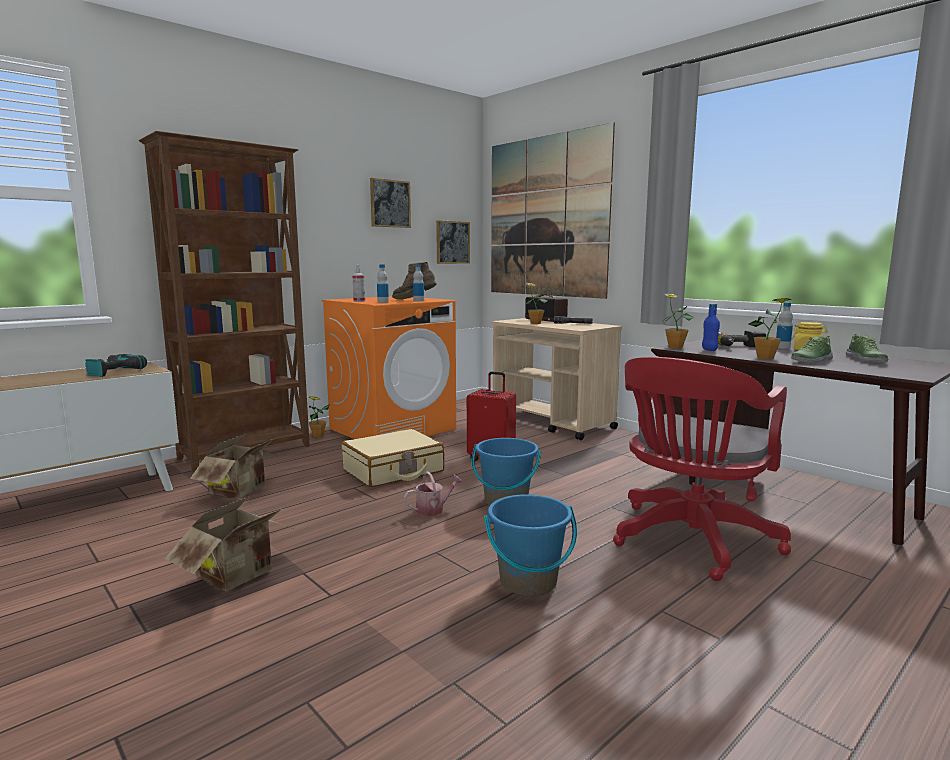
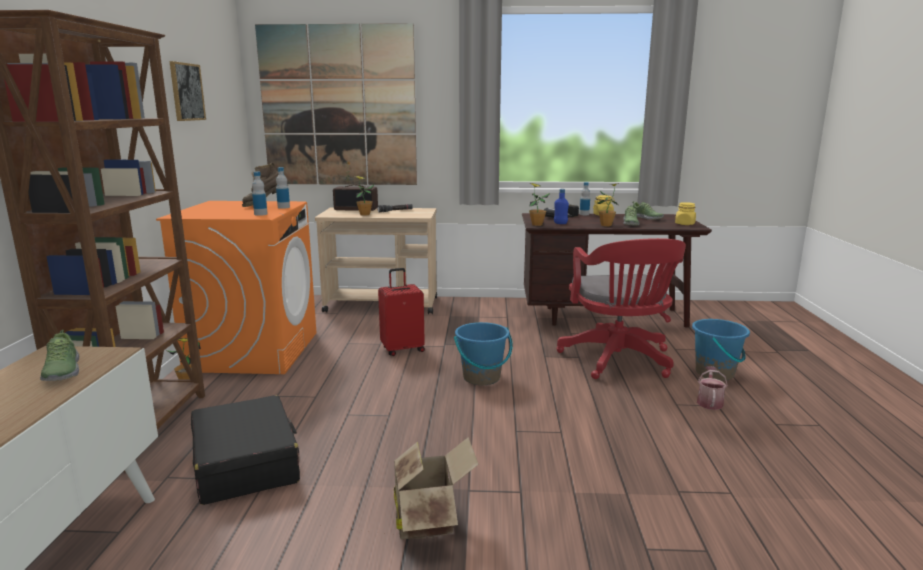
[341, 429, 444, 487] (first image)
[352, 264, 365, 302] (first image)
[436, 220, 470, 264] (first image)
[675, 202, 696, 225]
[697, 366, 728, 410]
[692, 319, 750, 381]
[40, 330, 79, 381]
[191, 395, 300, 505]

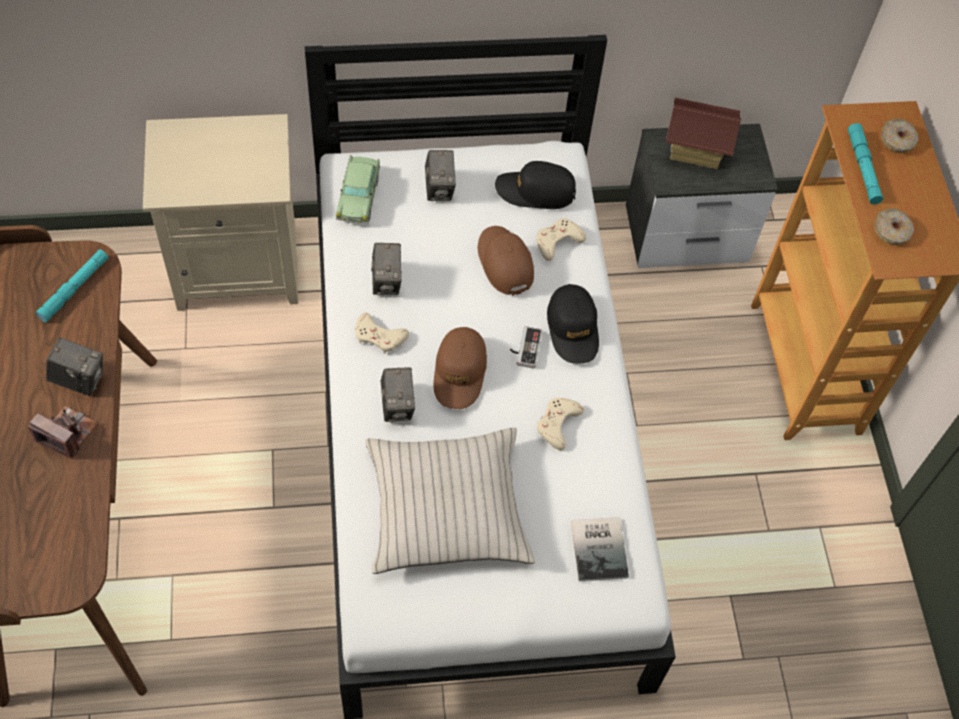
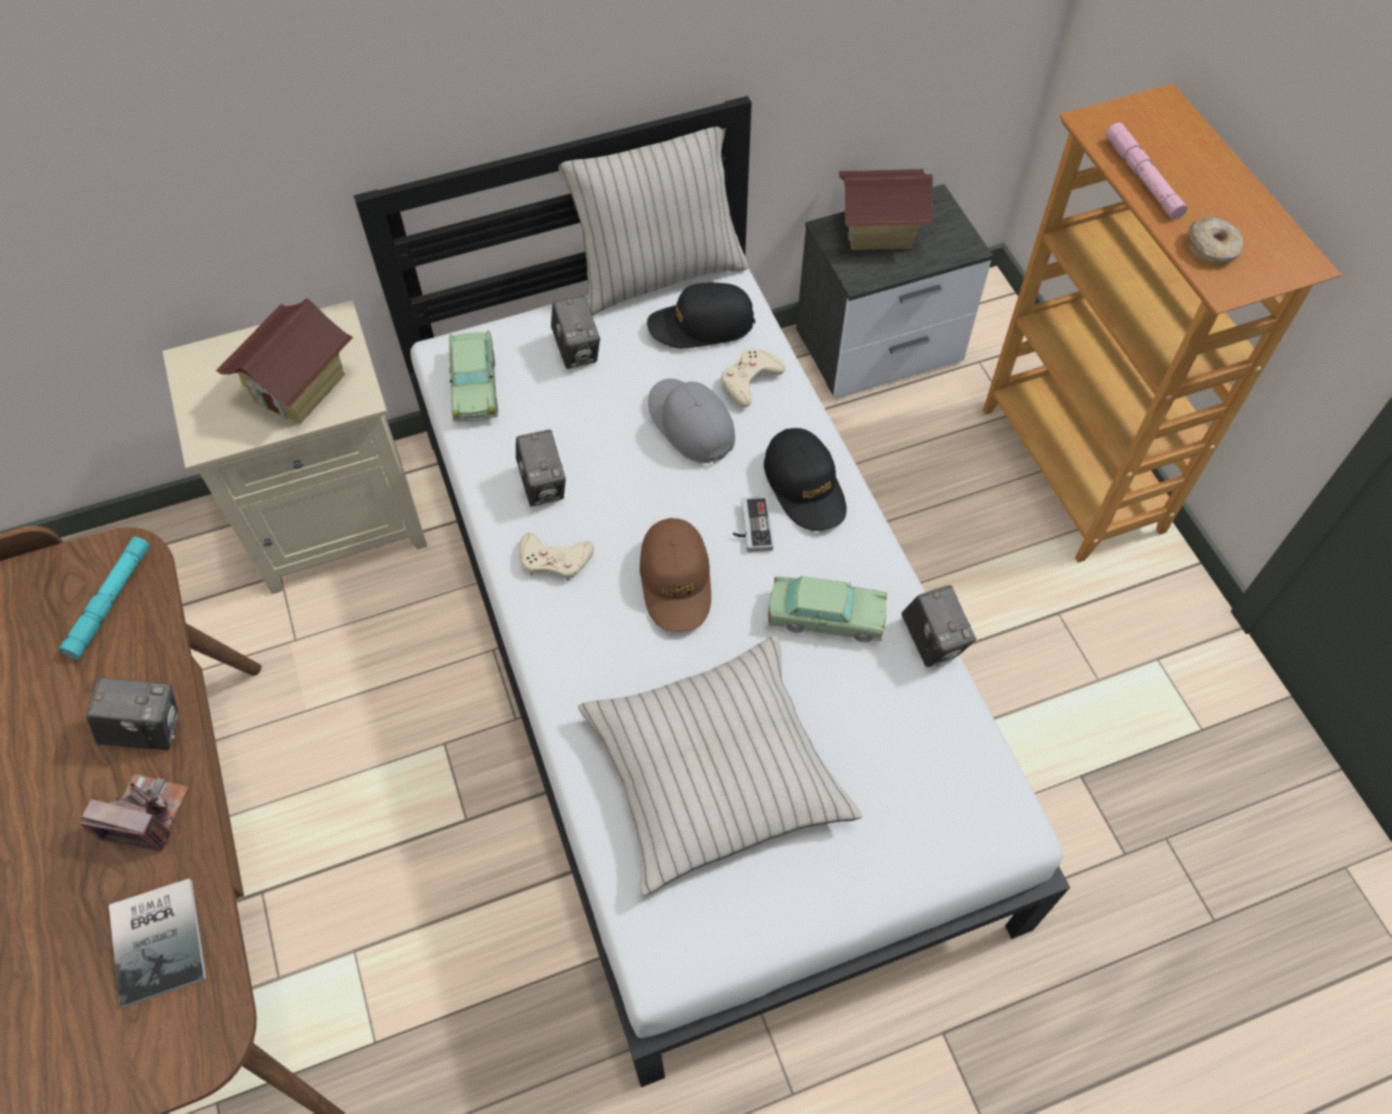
[881, 118, 919, 153] (first image)
[216, 299, 353, 424]
[559, 127, 748, 316]
[901, 585, 976, 667]
[109, 878, 206, 1008]
[768, 576, 887, 642]
[648, 379, 735, 463]
[1106, 123, 1188, 220]

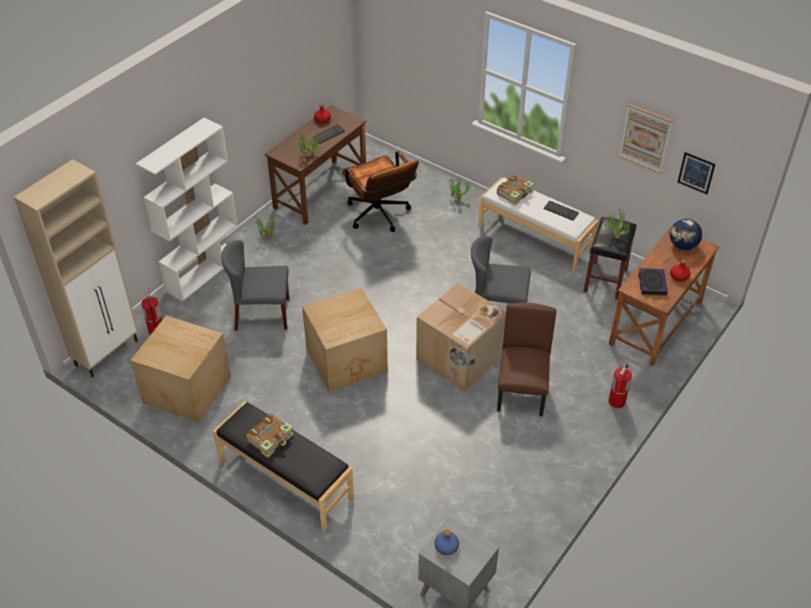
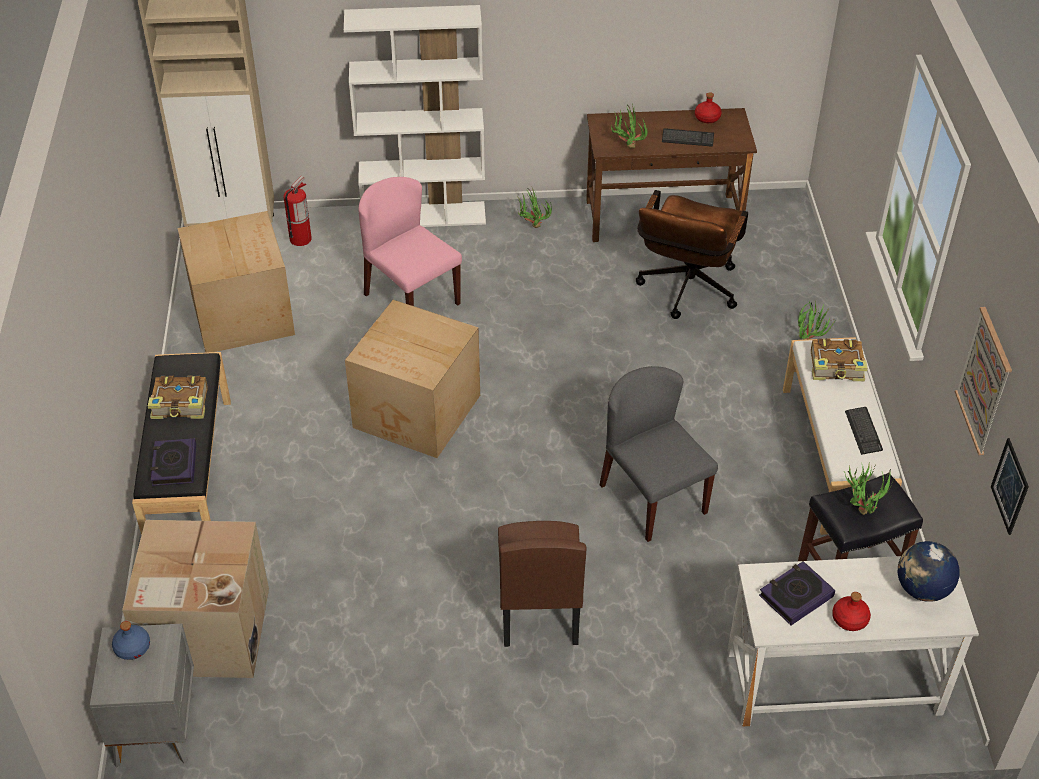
[608, 363, 632, 408] (first image)
[151, 438, 196, 486]
[122, 520, 269, 678]
[358, 177, 462, 306]
[728, 556, 979, 727]
[498, 521, 586, 647]

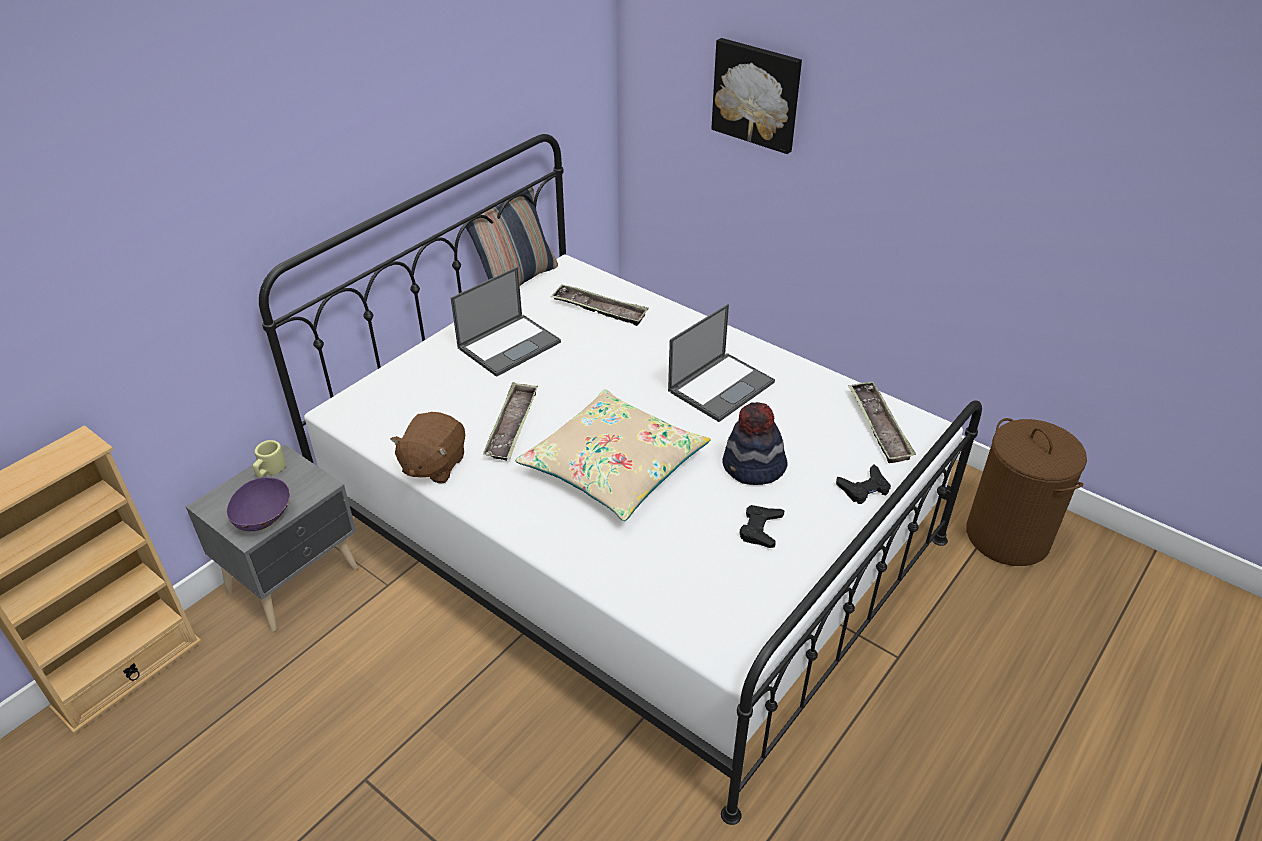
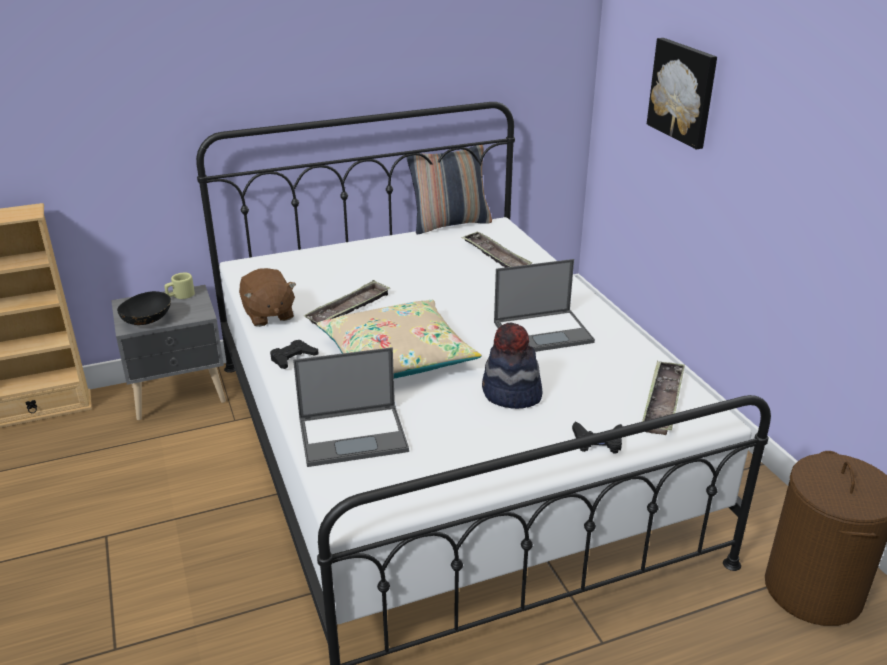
[293, 347, 409, 467]
[270, 340, 319, 369]
[117, 291, 171, 325]
[239, 268, 296, 327]

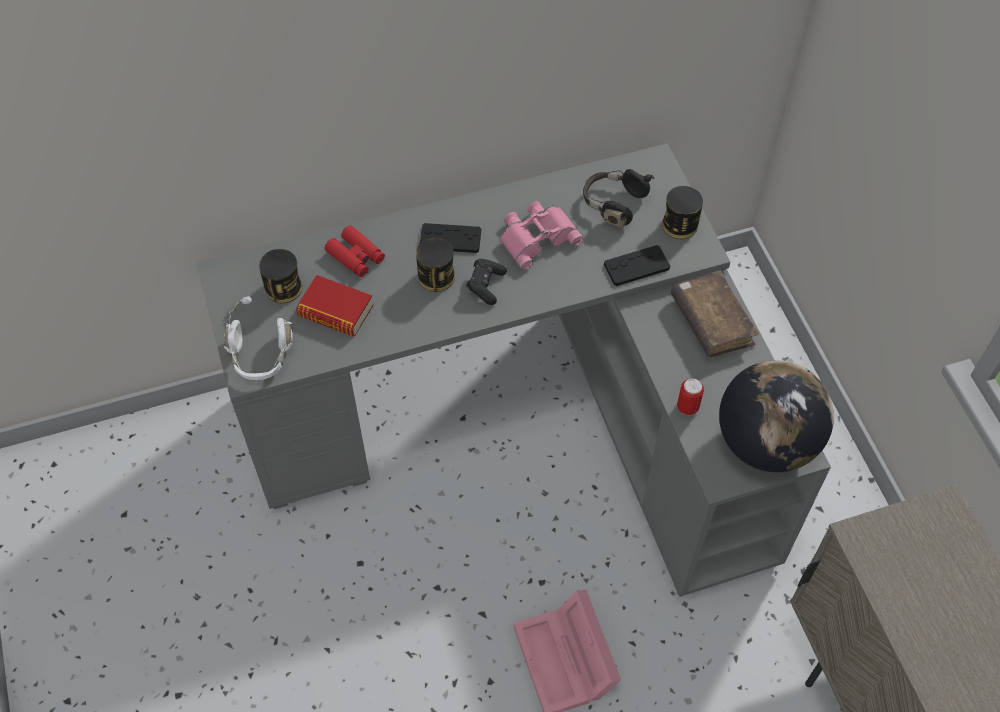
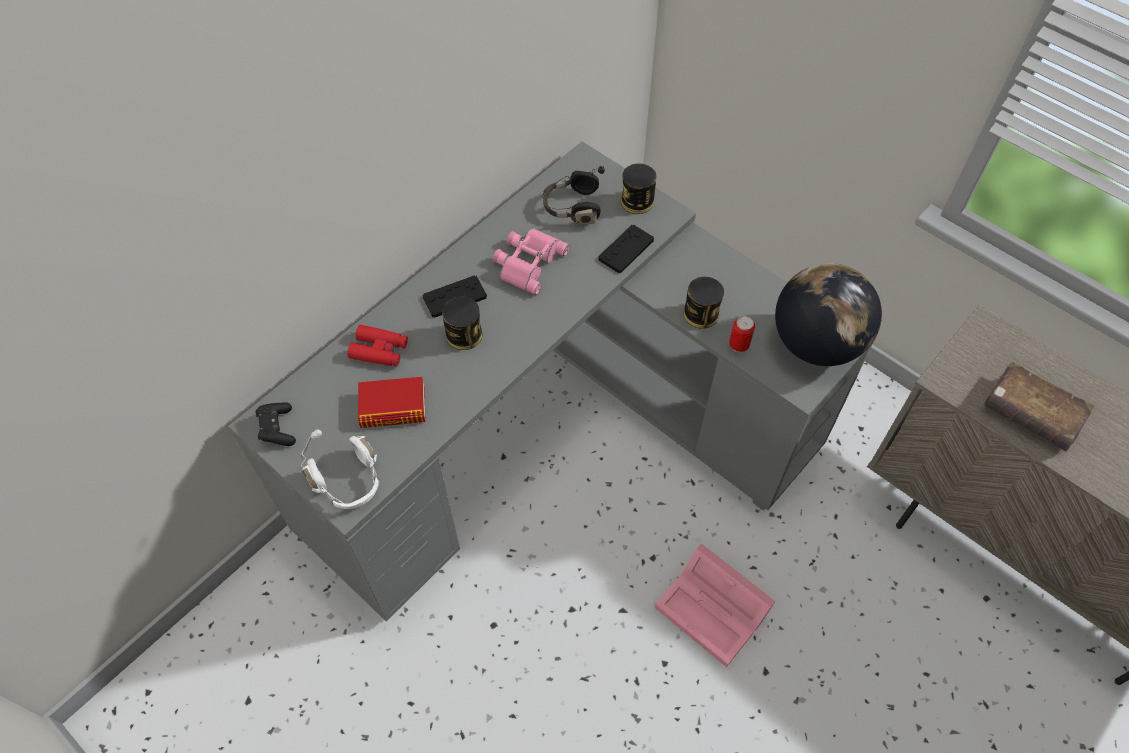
[684, 277, 724, 329]
[256, 402, 296, 446]
[984, 361, 1095, 451]

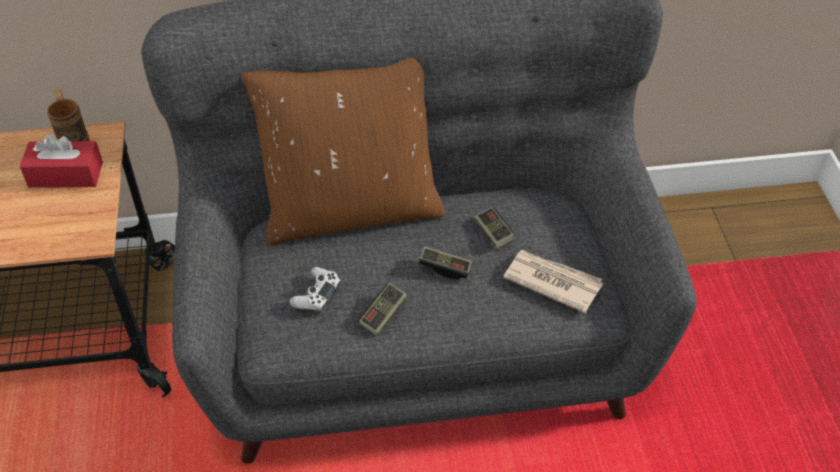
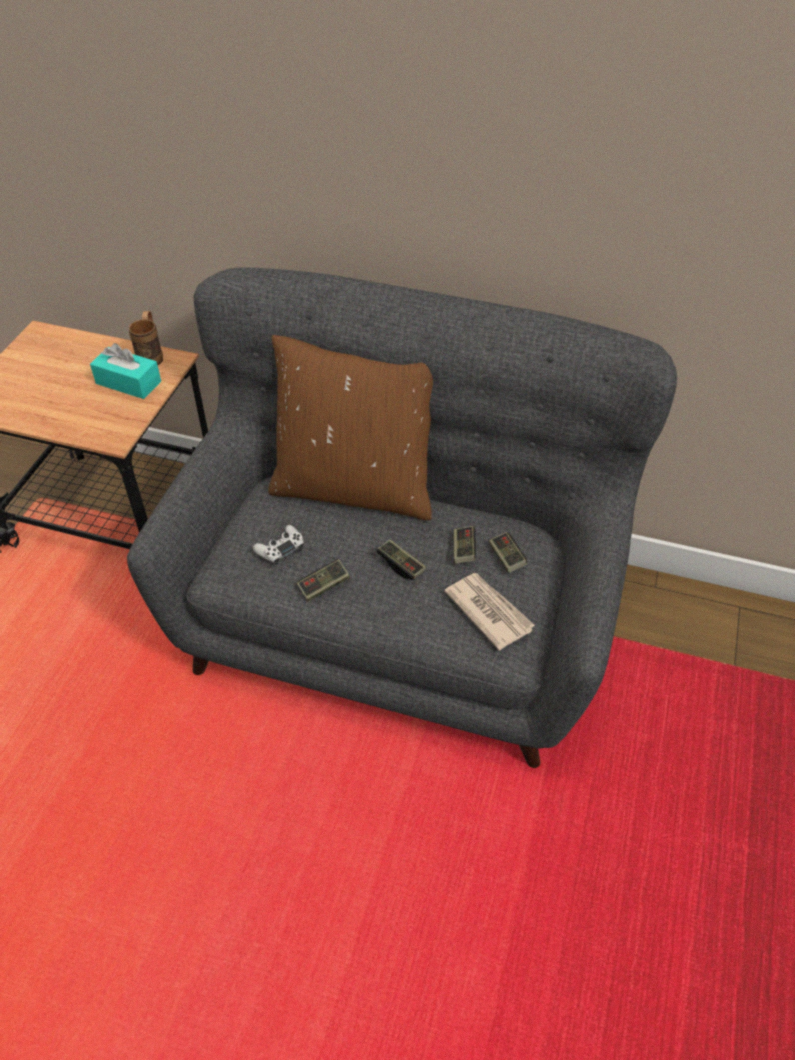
[489, 532, 527, 573]
[90, 343, 161, 399]

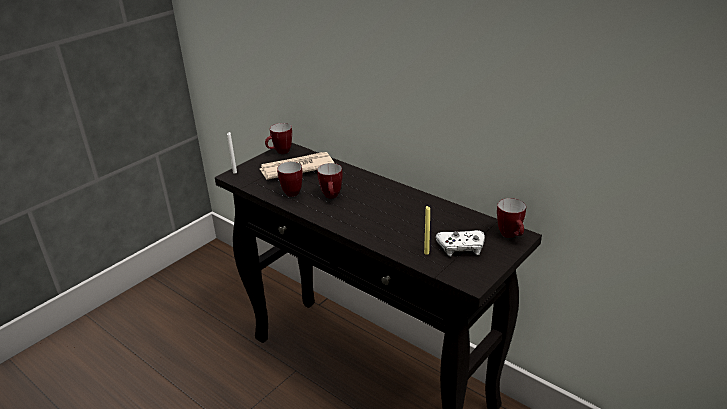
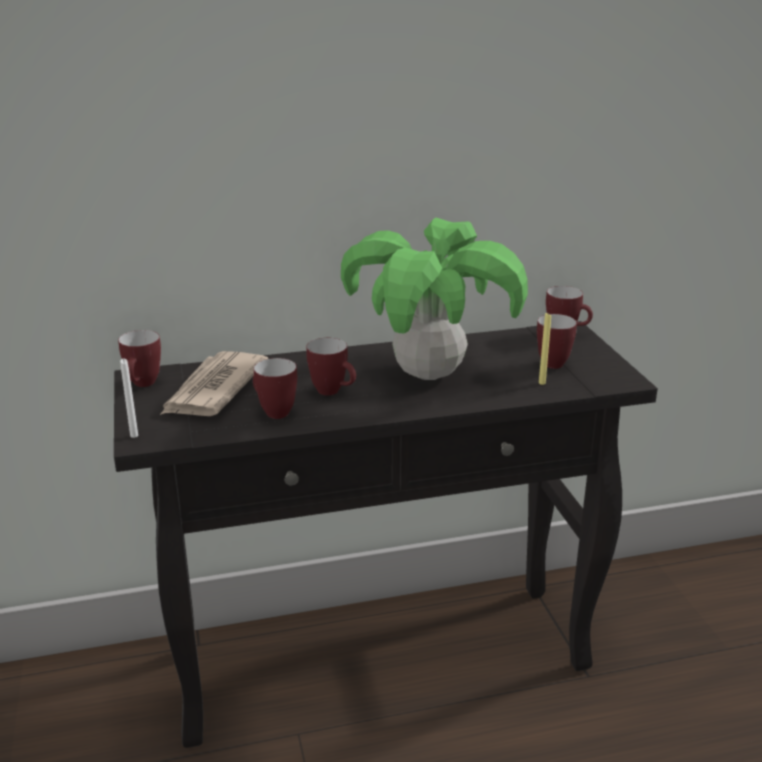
[341, 218, 528, 380]
[537, 314, 577, 369]

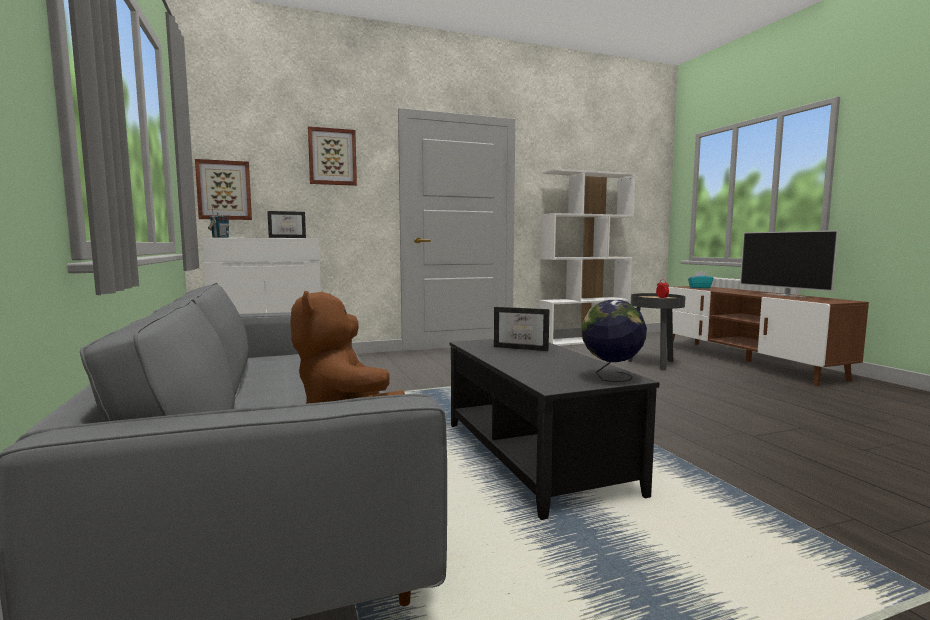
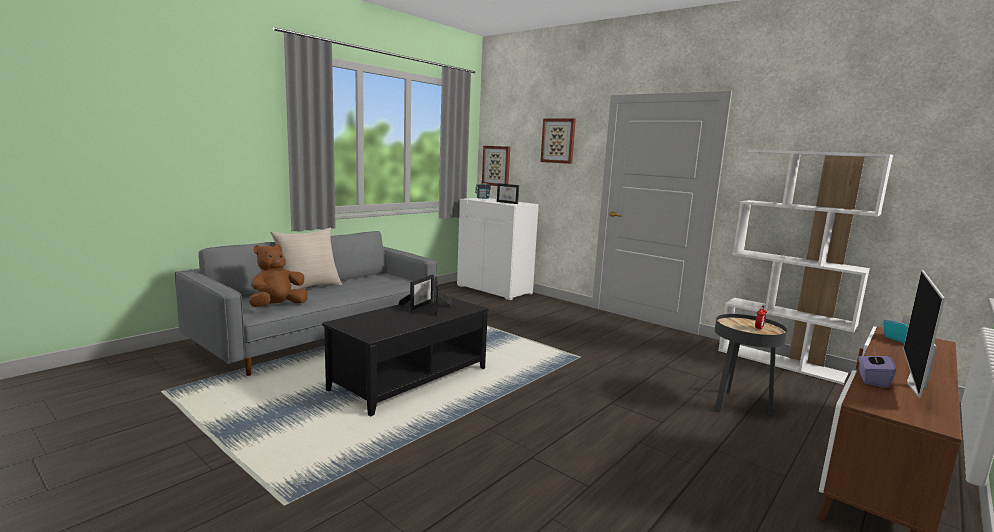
[582, 300, 647, 382] (first image)
[270, 227, 342, 289]
[398, 275, 434, 311]
[858, 347, 896, 388]

